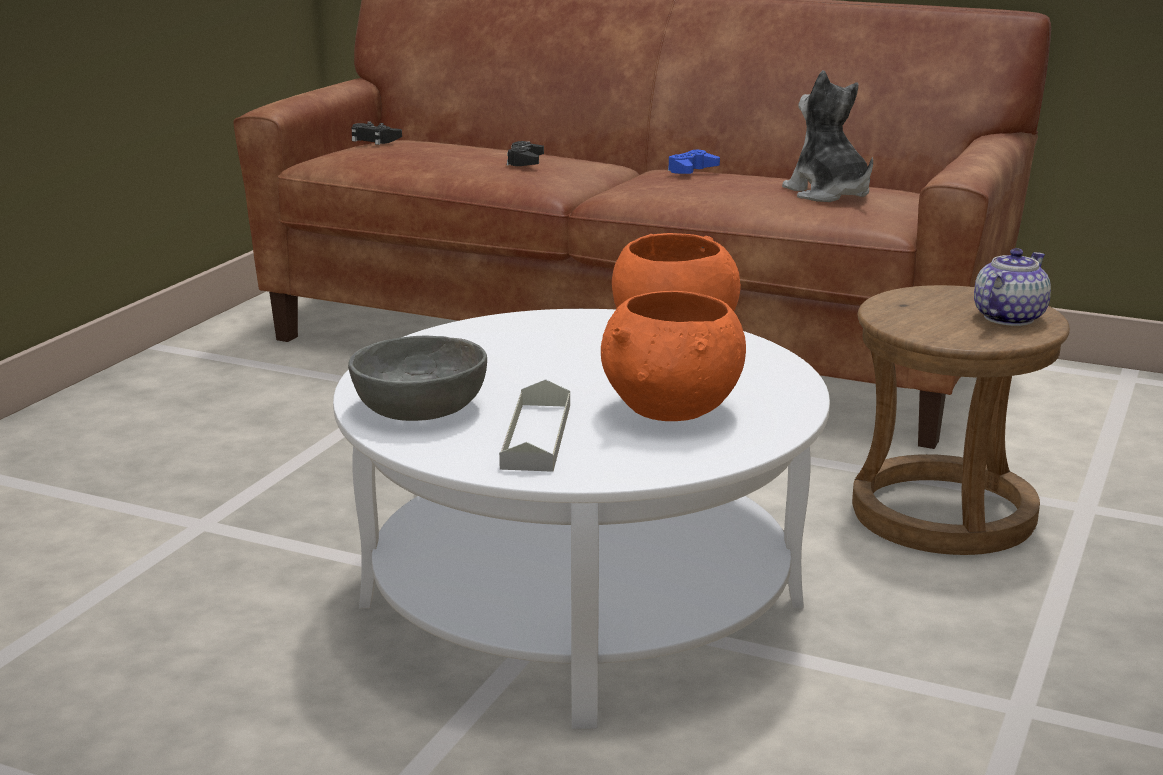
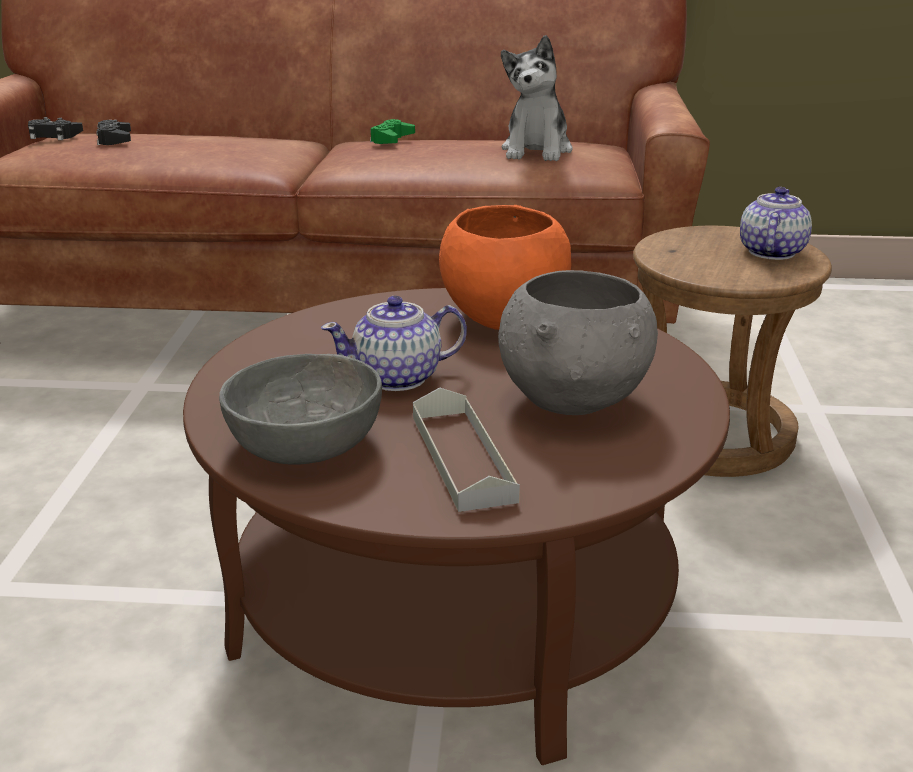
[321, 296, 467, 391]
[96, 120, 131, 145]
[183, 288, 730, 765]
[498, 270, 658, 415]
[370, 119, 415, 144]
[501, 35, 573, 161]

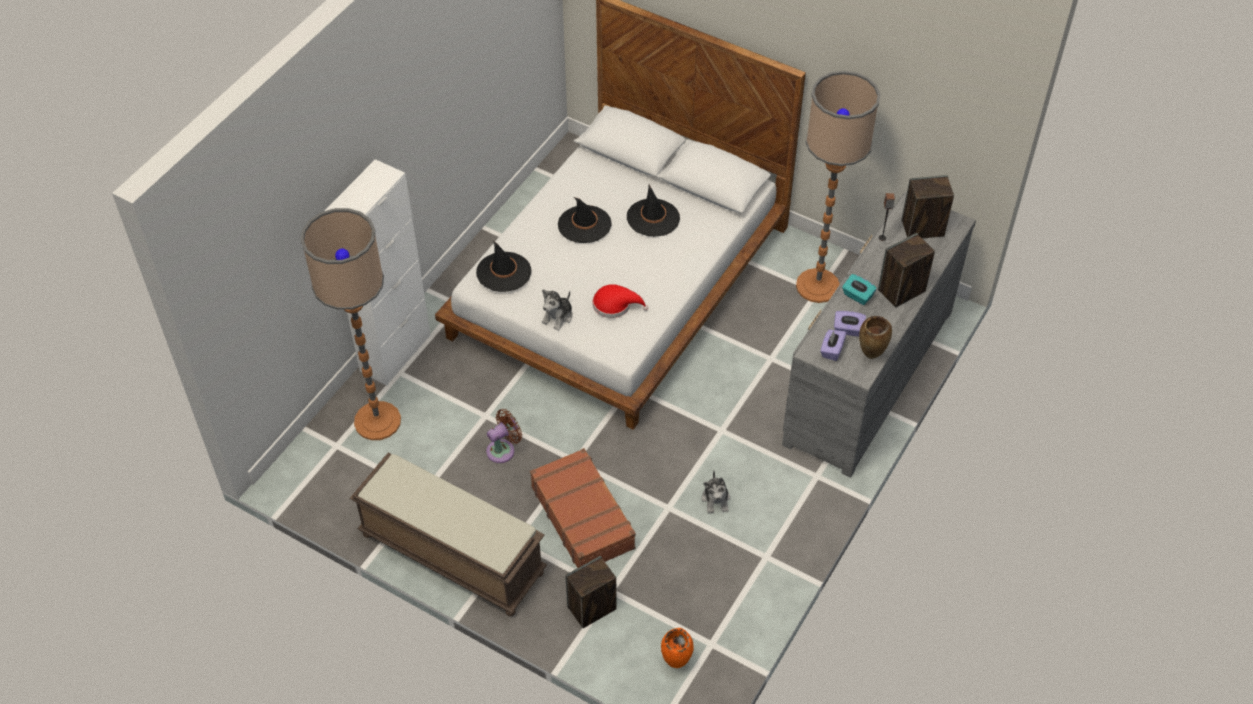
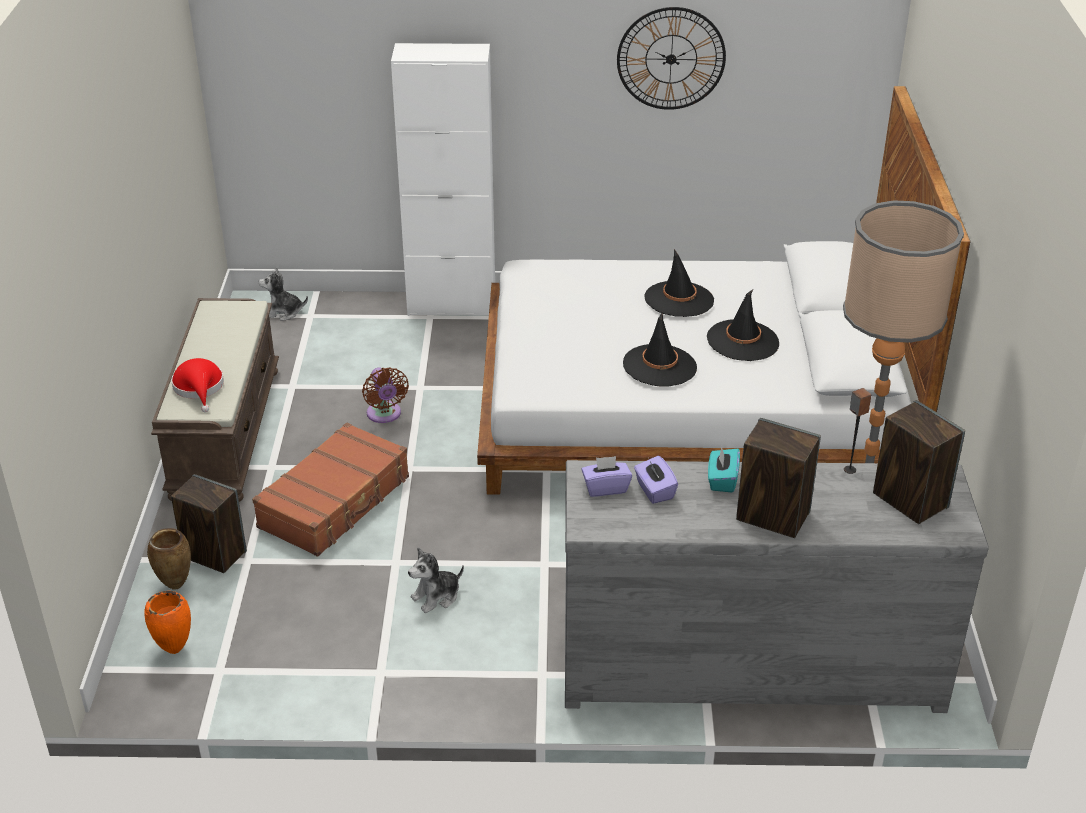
[301, 208, 401, 440] (first image)
[617, 7, 726, 110]
[623, 312, 697, 387]
[259, 268, 308, 321]
[171, 358, 224, 413]
[147, 528, 191, 590]
[362, 367, 409, 423]

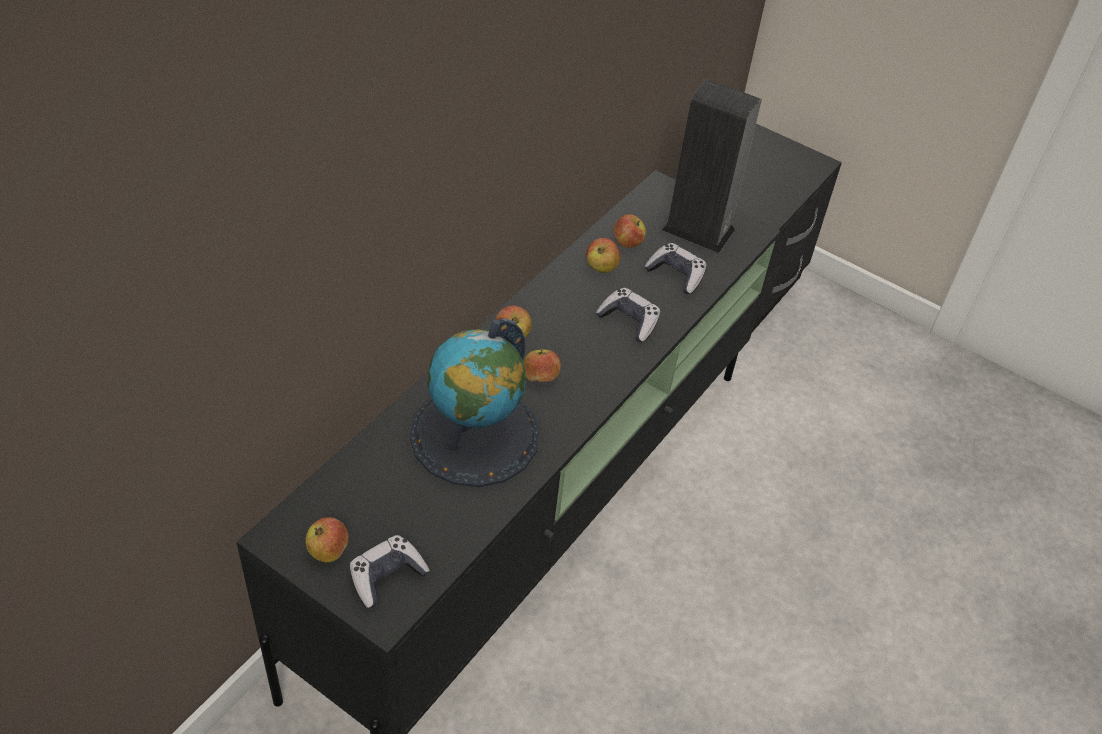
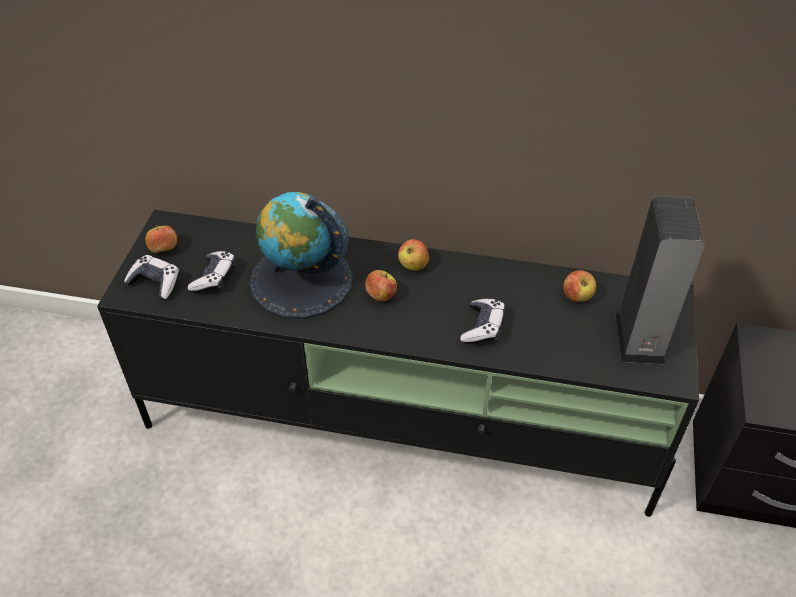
[586, 238, 621, 273] (first image)
[188, 251, 236, 293]

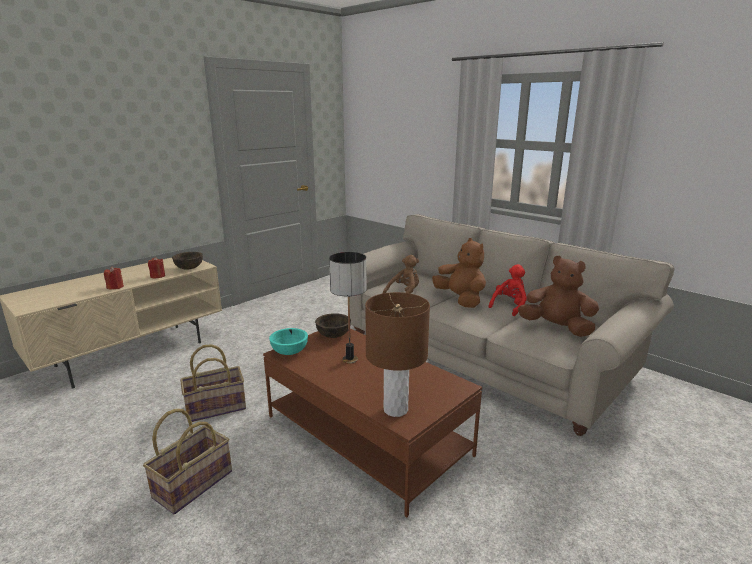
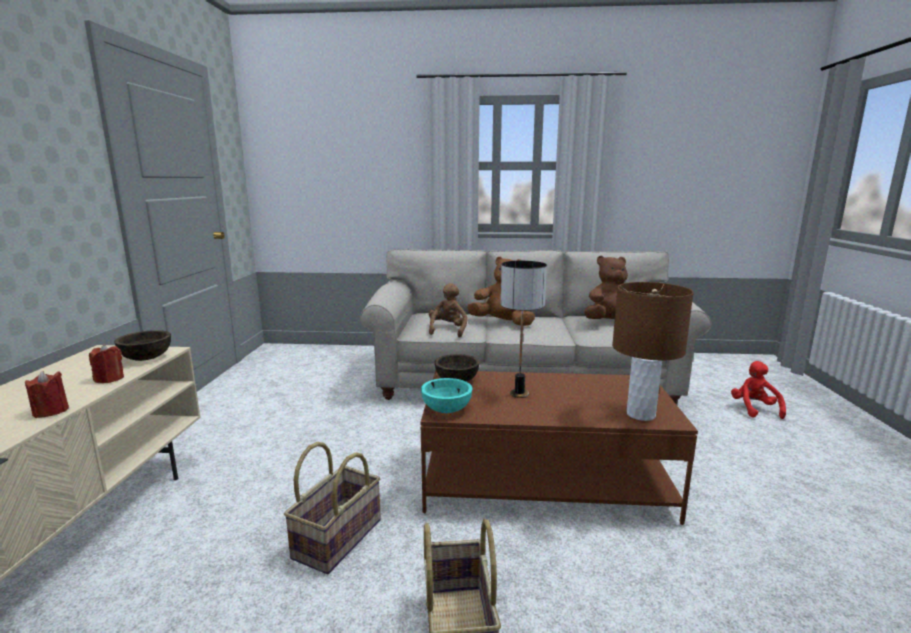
[731, 361, 786, 419]

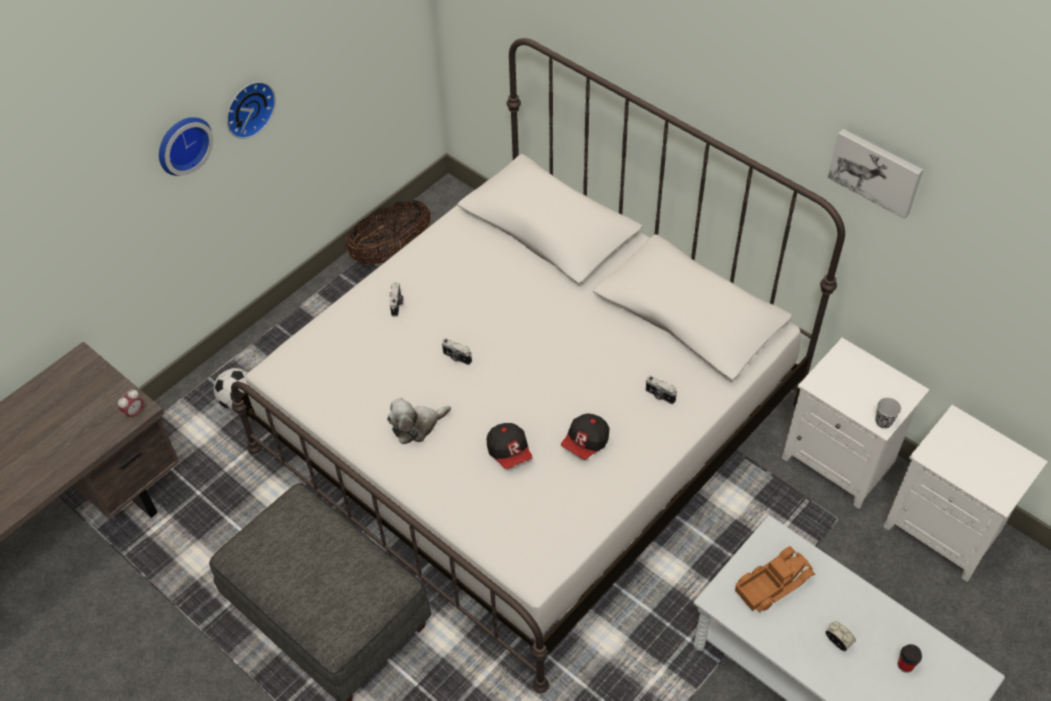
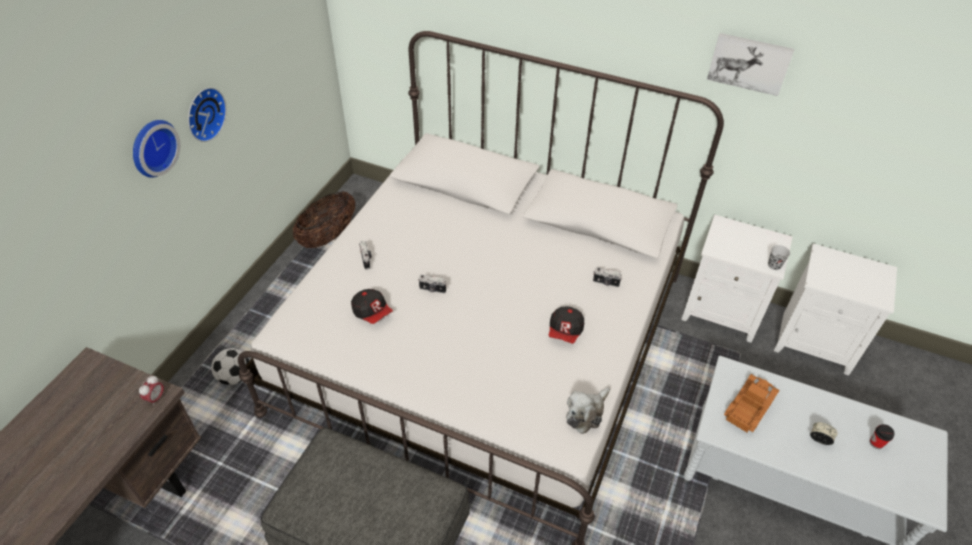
[566, 388, 610, 434]
[351, 289, 393, 324]

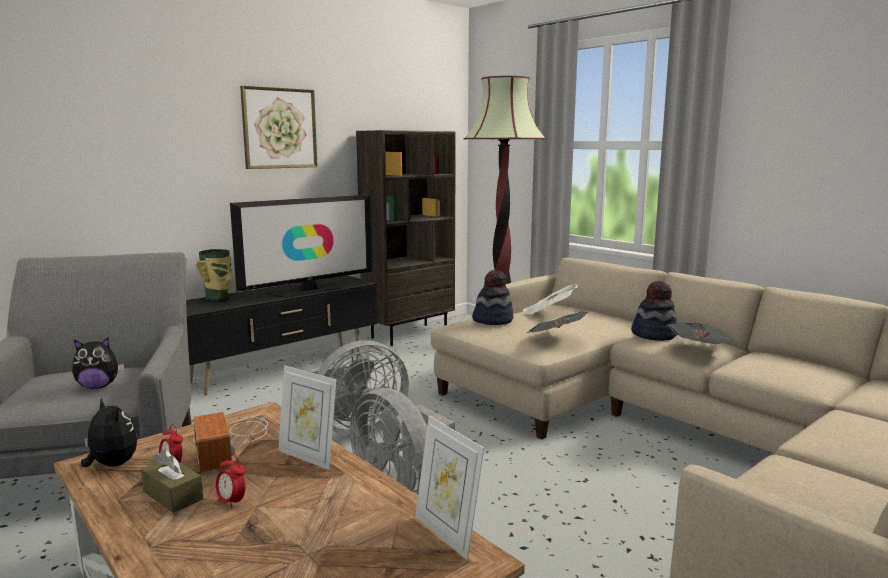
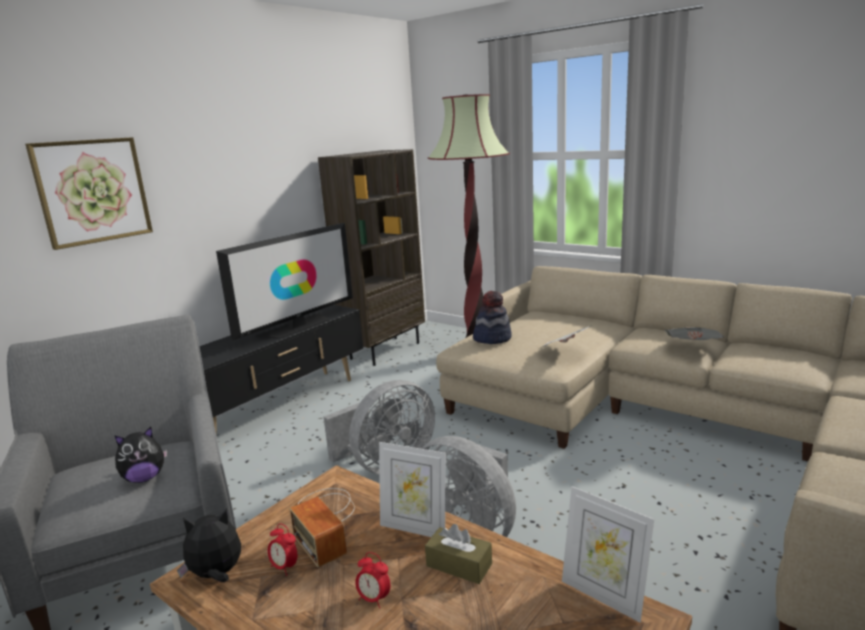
[195, 249, 233, 301] (first image)
[523, 284, 578, 315] (first image)
[631, 281, 677, 341] (first image)
[425, 524, 492, 584]
[25, 137, 153, 250]
[177, 509, 241, 582]

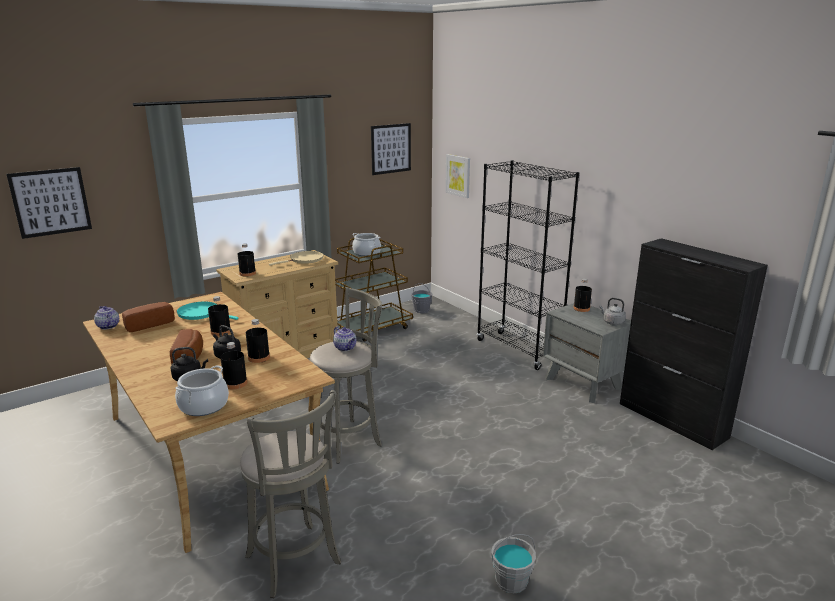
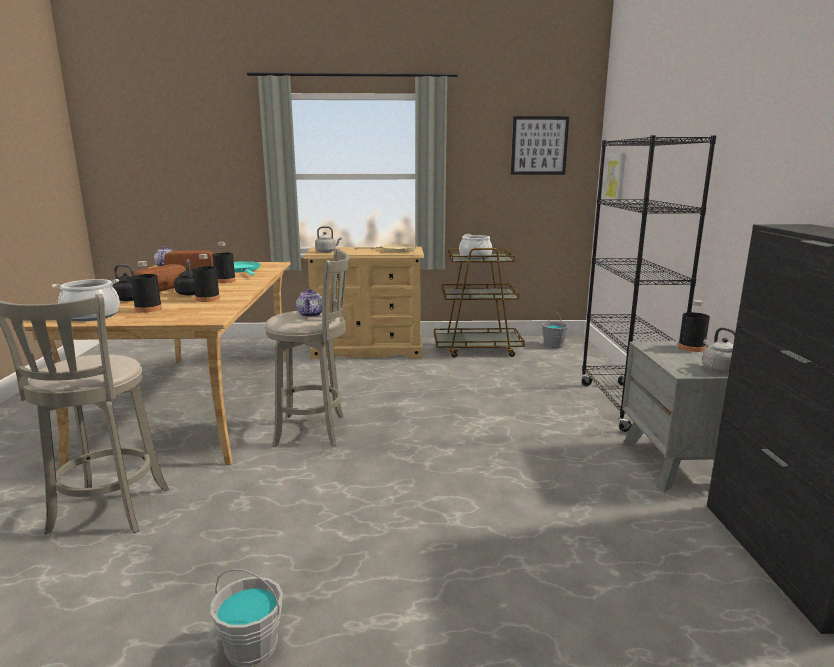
[6, 167, 92, 239] (first image)
[315, 226, 342, 253]

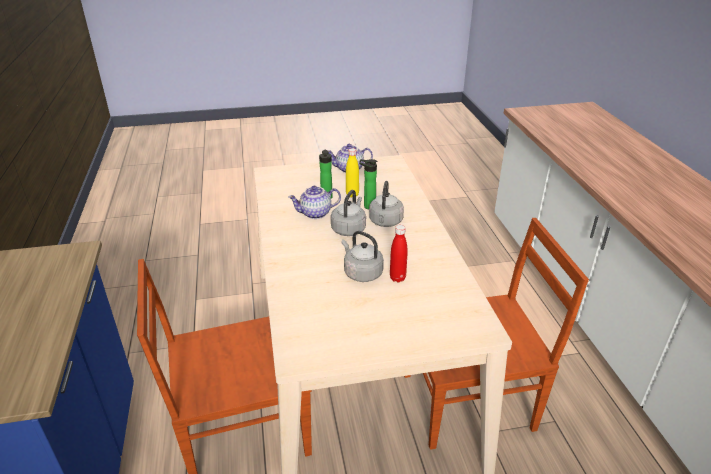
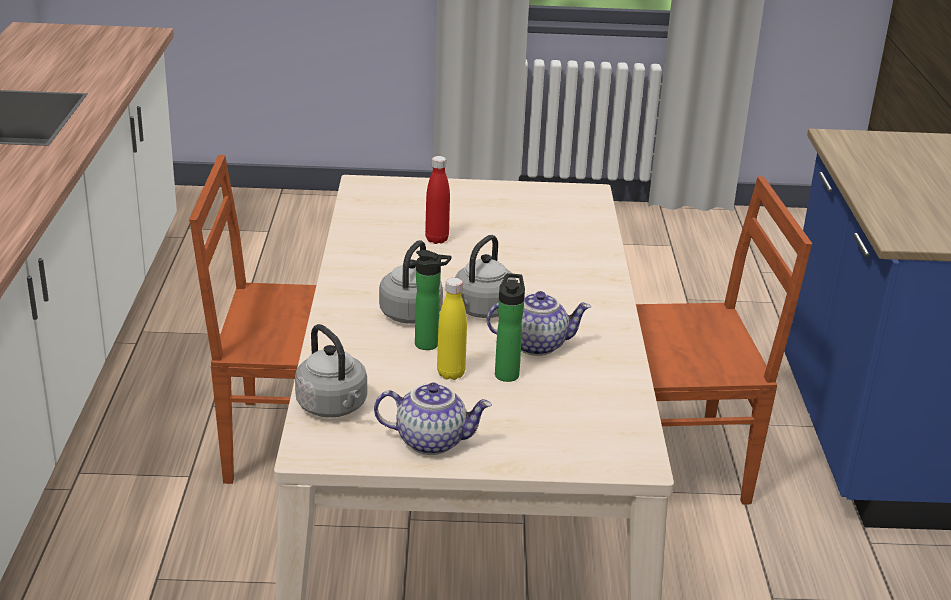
[295, 324, 367, 418]

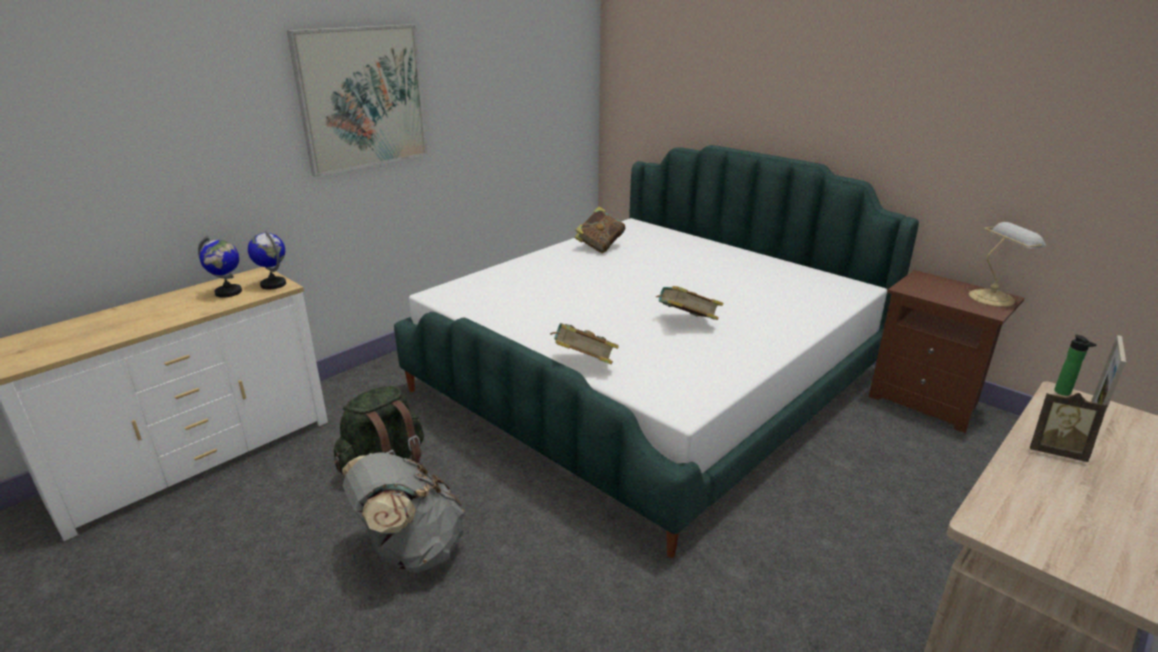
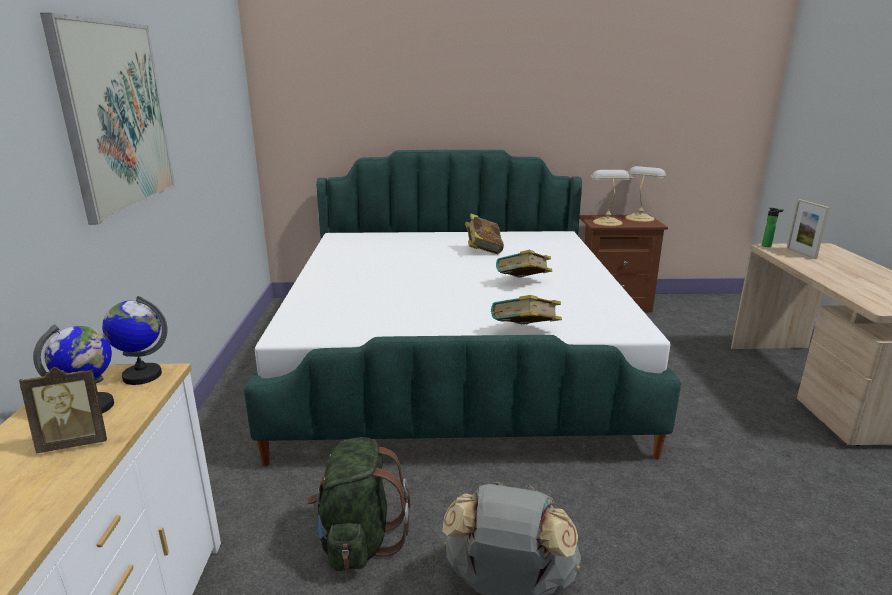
[591, 170, 633, 226]
[465, 214, 504, 254]
[19, 367, 107, 453]

